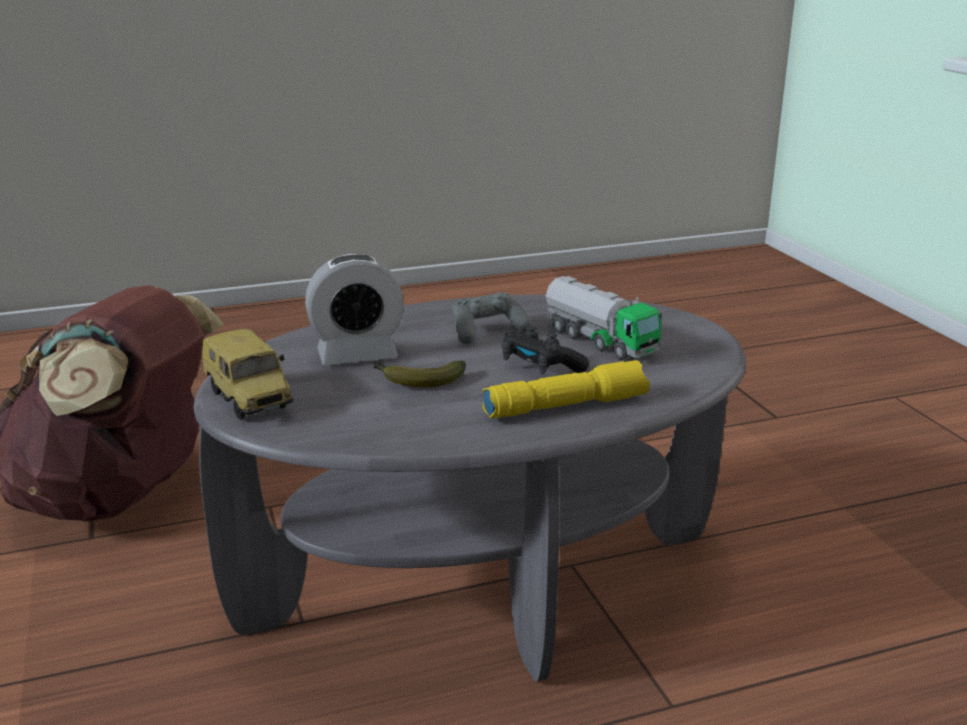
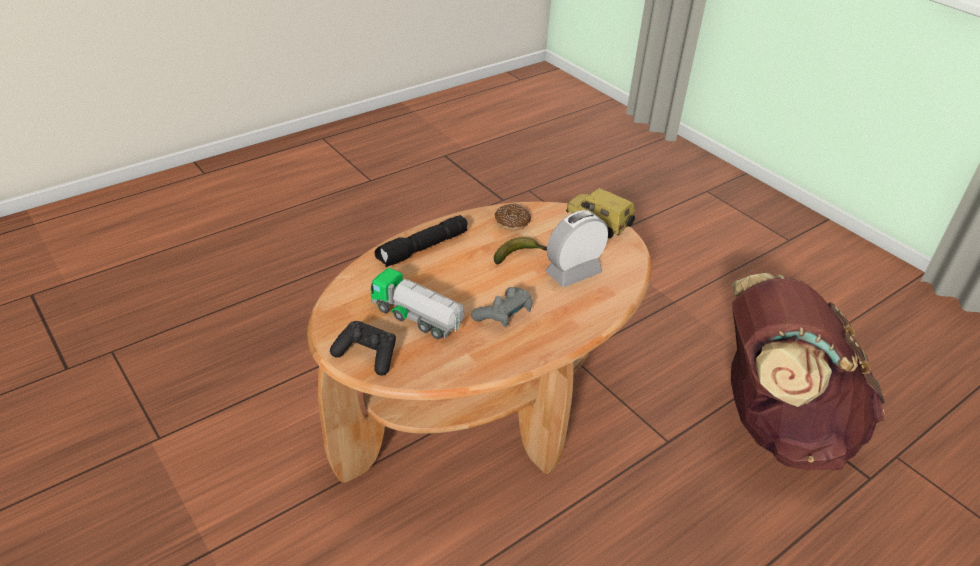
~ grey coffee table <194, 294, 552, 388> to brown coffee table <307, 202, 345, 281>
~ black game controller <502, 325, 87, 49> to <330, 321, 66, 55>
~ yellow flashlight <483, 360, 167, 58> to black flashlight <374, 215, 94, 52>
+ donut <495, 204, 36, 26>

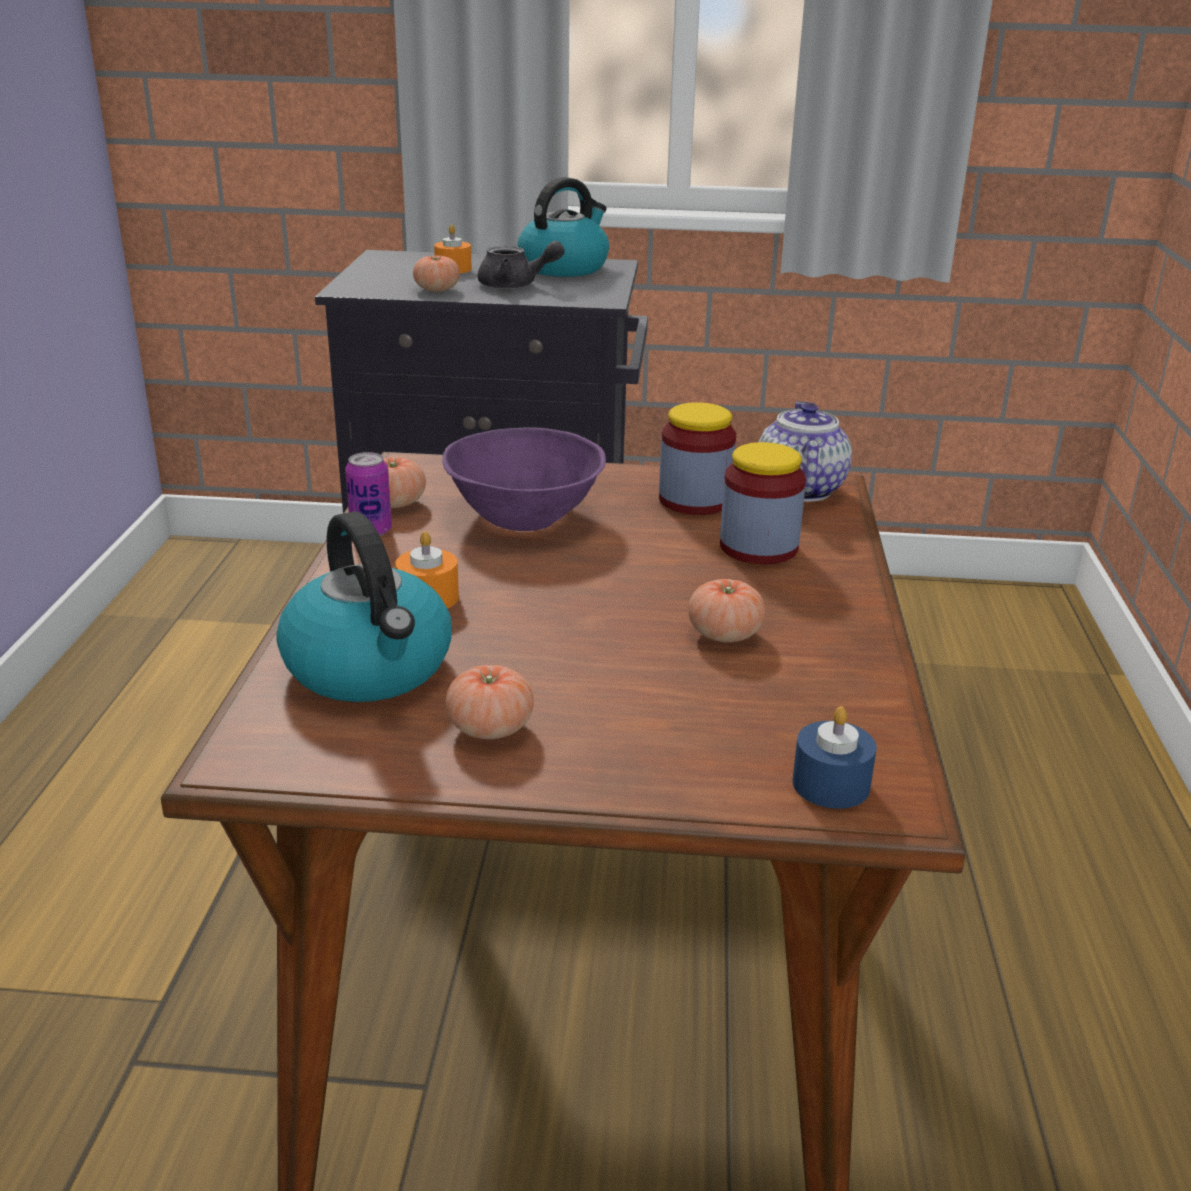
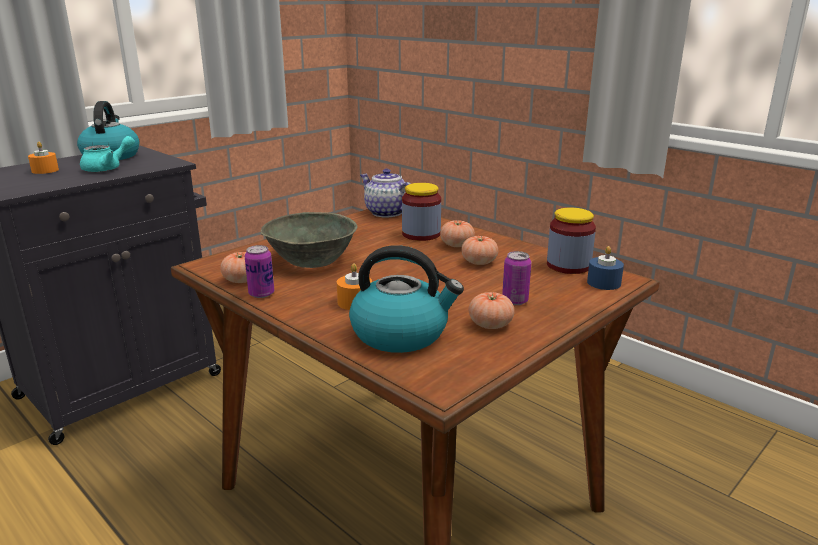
~ grey teapot <478, 241, 87, 48> to turquoise teapot <80, 136, 55, 36>
~ purple bowl <442, 427, 164, 104> to grey bowl <261, 212, 96, 56>
~ tomato <413, 255, 47, 37> to <440, 220, 35, 27>
+ can <502, 251, 29, 54>
~ jar <659, 402, 77, 113> to <547, 208, 49, 66>

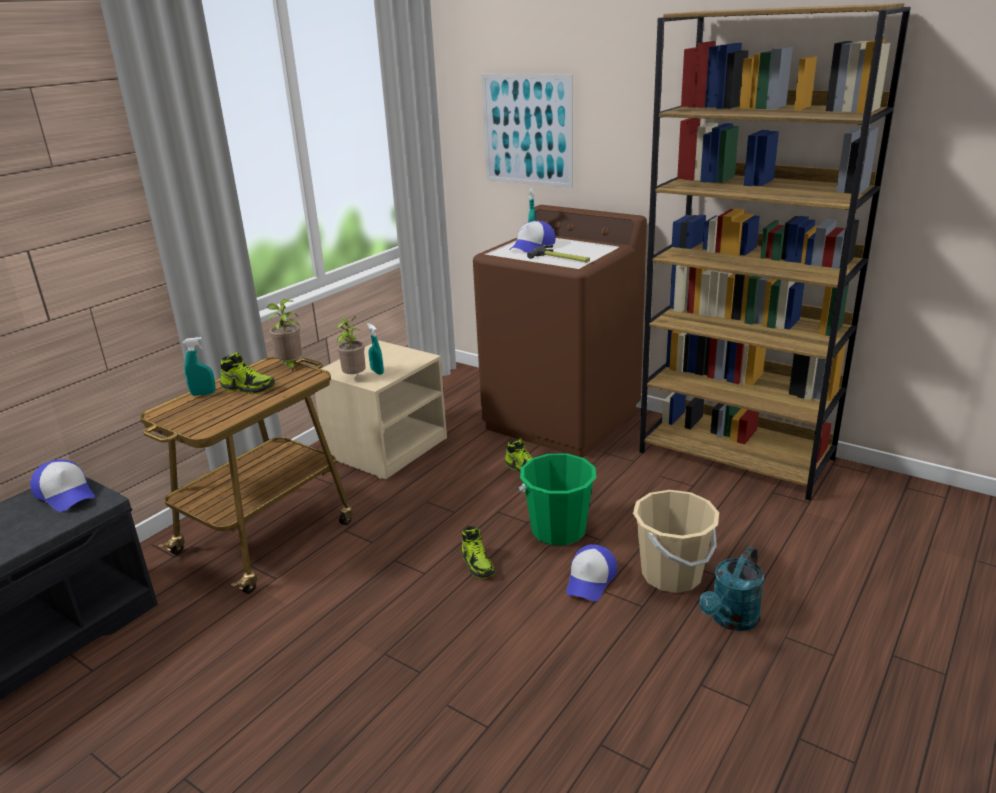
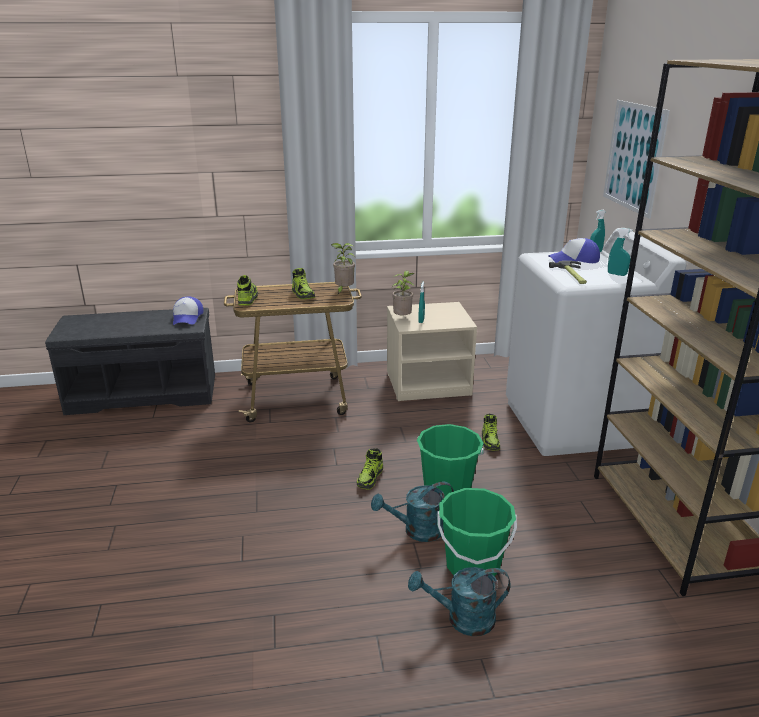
+ shoe <237, 275, 21, 31>
~ cap <567, 544, 50, 57> to turquoise watering can <371, 481, 83, 61>
~ beige bucket <633, 490, 86, 103> to green bucket <437, 488, 80, 89>
~ brown washing machine <473, 205, 174, 252> to white washing machine <506, 228, 180, 228>
~ turquoise spray bottle <183, 337, 33, 59> to <608, 228, 25, 48>

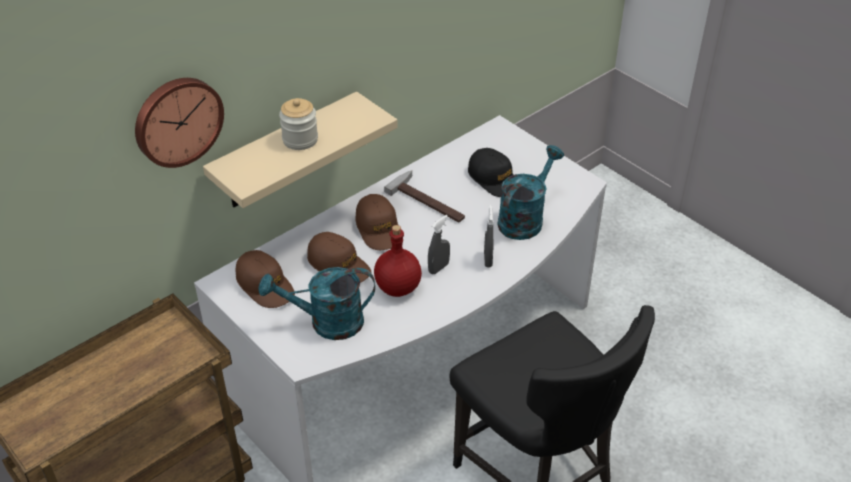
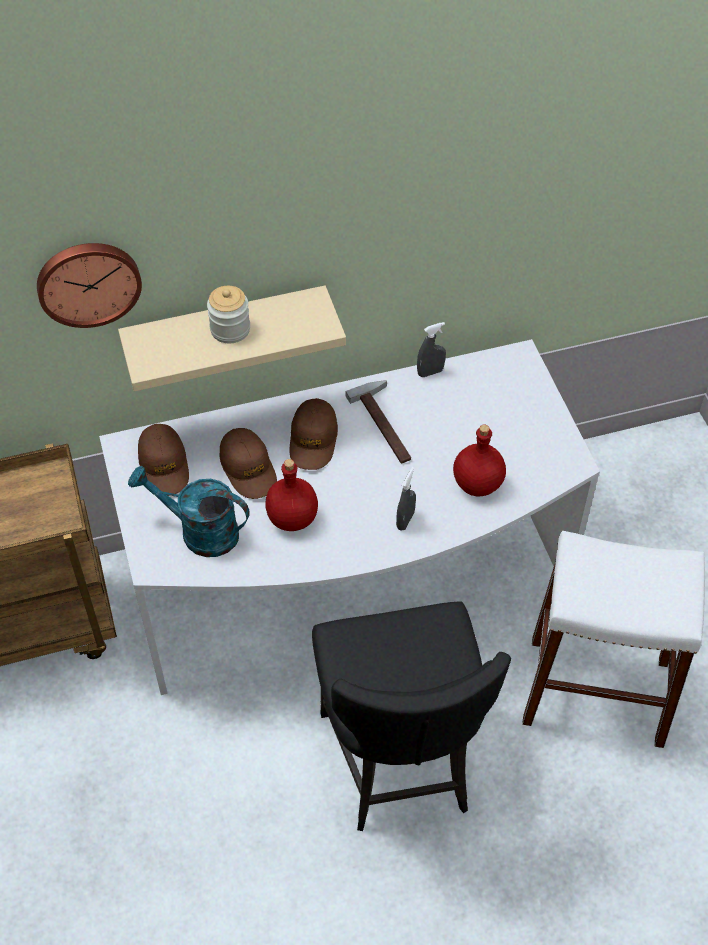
~ grey spray bottle <428, 215, 22, 59> to <417, 322, 29, 55>
~ turquoise watering can <497, 145, 67, 95> to red bottle <453, 425, 53, 71>
+ white stool <522, 531, 183, 217>
- black cap <468, 148, 45, 49>

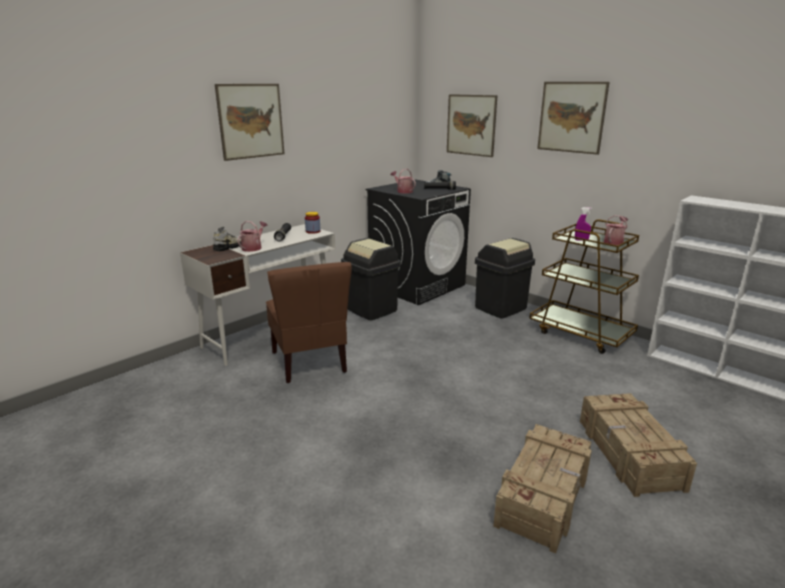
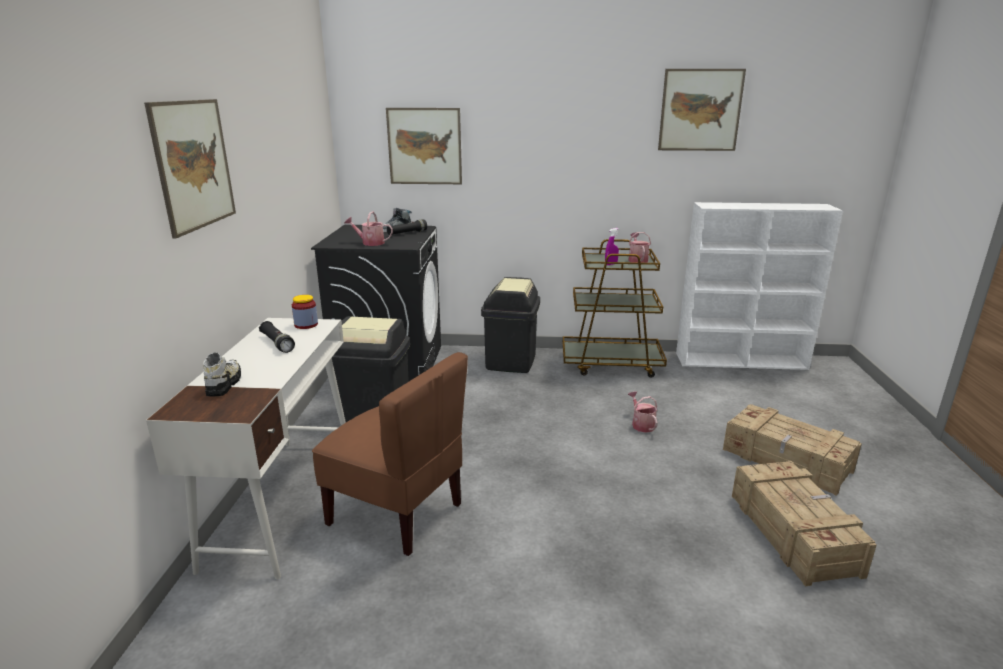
~ watering can <237, 221, 30, 31> to <628, 391, 30, 42>
~ picture <537, 82, 72, 73> to <658, 69, 88, 82>

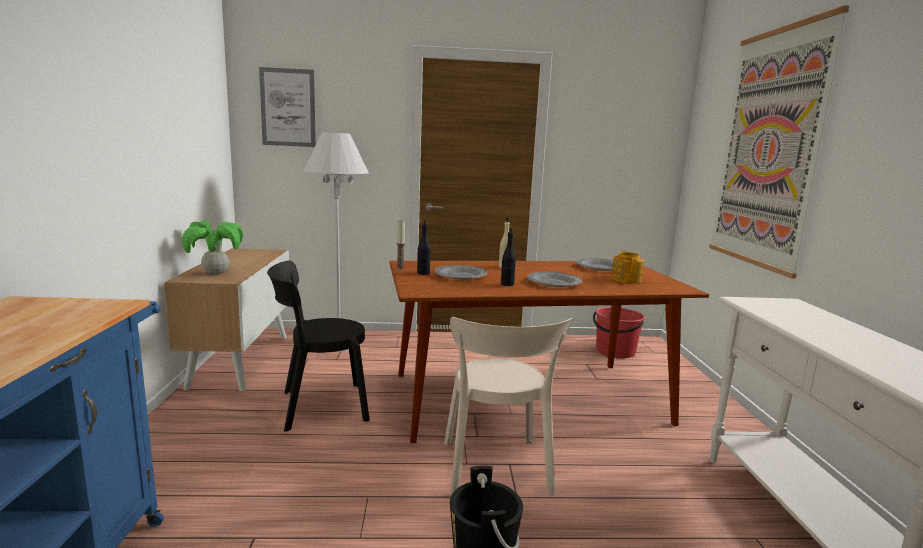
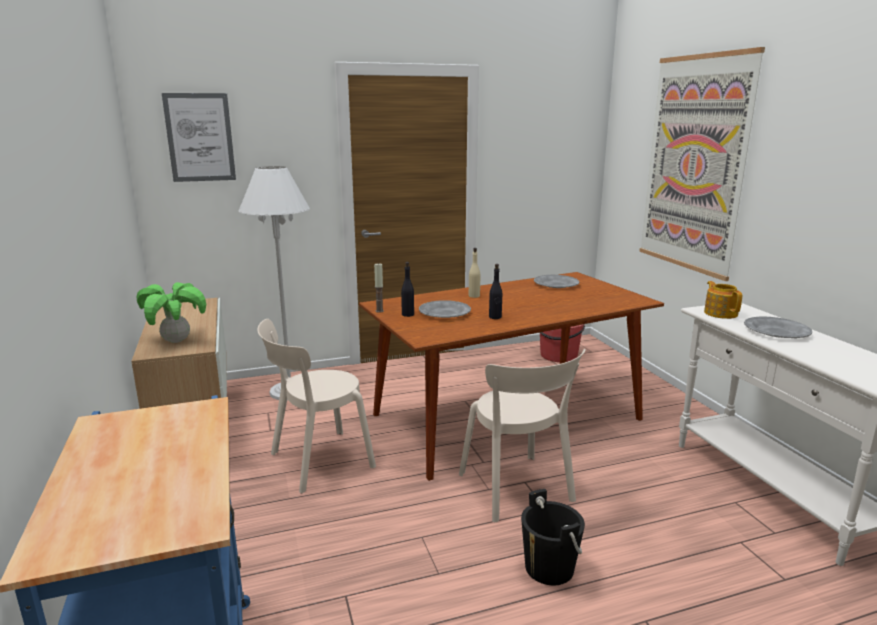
~ black chair <267, 261, 103, 171> to beige chair <257, 319, 119, 174>
~ teapot <611, 250, 33, 33> to <704, 281, 38, 38>
~ grey plate <527, 272, 55, 15> to <744, 317, 68, 21>

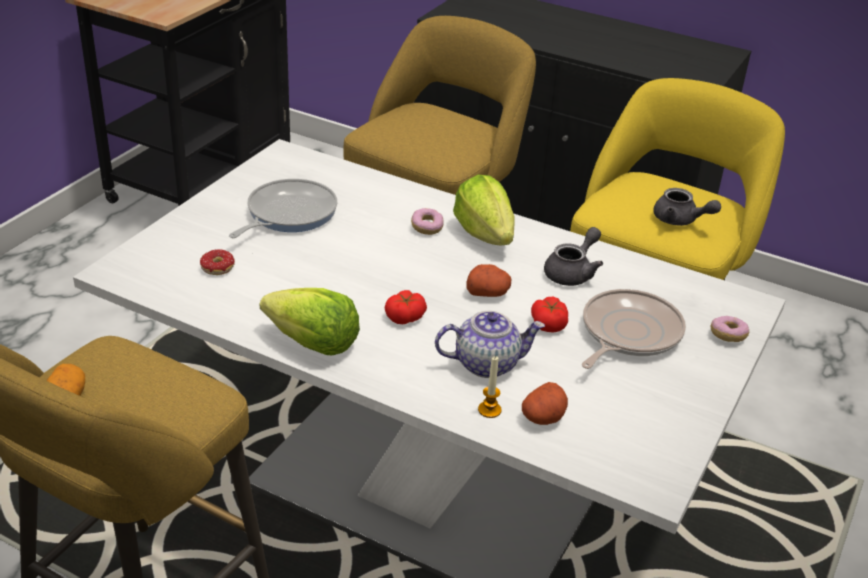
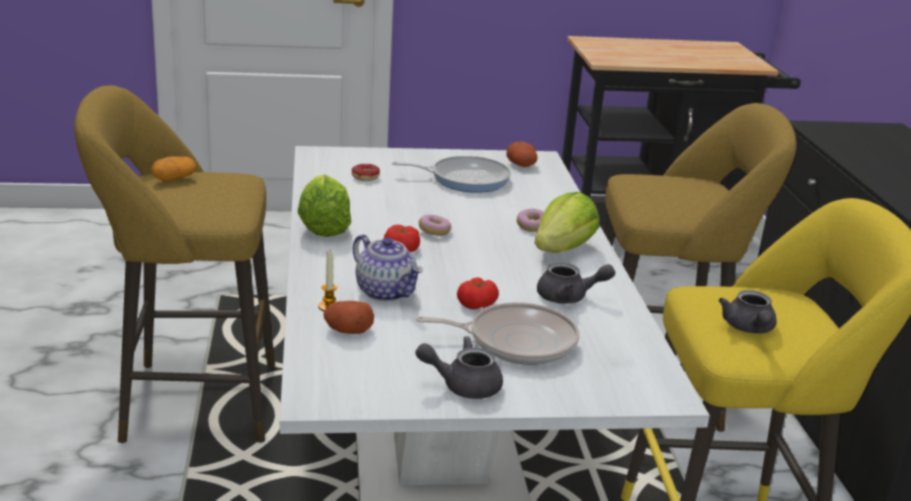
+ grey teapot <415, 336, 88, 63>
~ donut <711, 316, 38, 26> to <419, 215, 32, 21>
~ potato <466, 264, 45, 33> to <506, 141, 32, 26>

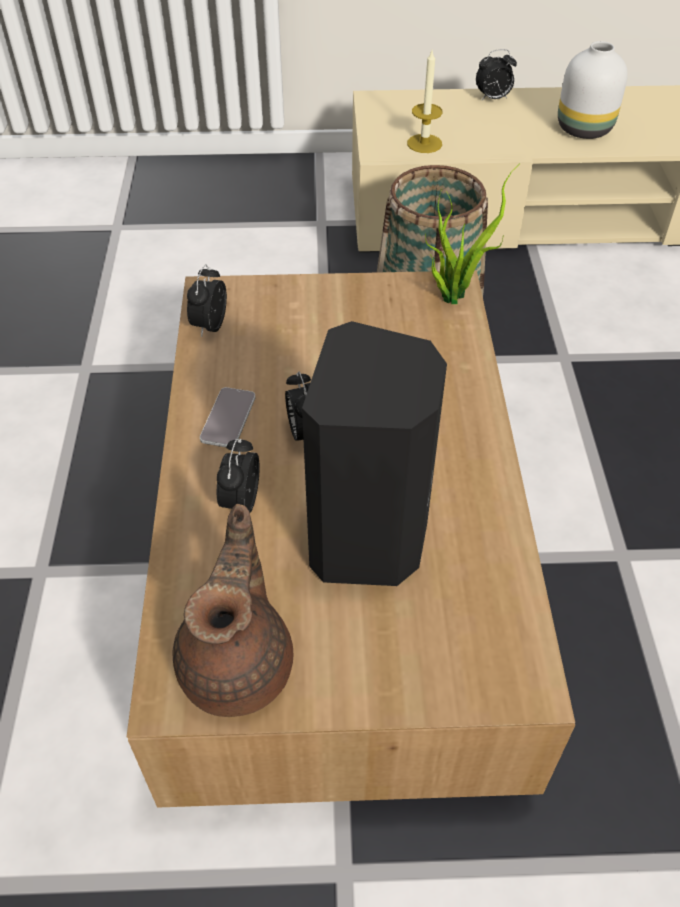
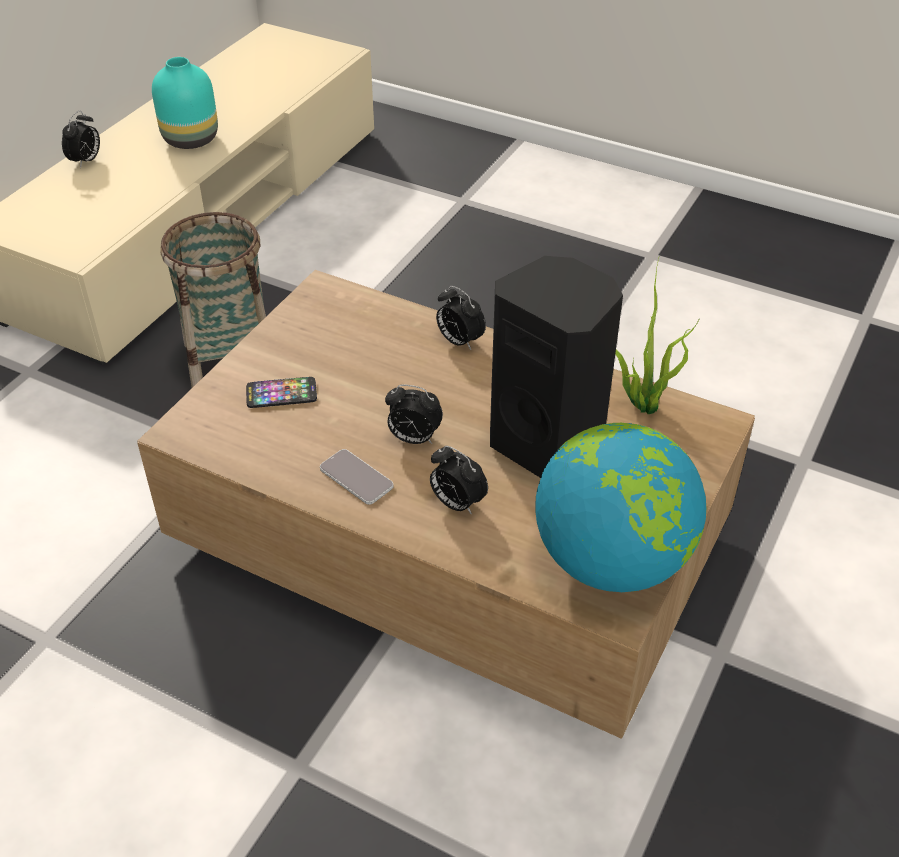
~ white vase <558, 41, 70, 98> to turquoise vase <152, 57, 66, 92>
+ phone <246, 377, 71, 31>
~ alarm clock <187, 264, 40, 73> to <436, 286, 50, 64>
~ brown teapot <173, 504, 120, 213> to globe <535, 423, 171, 169>
~ potted plant <425, 164, 94, 140> to <615, 258, 84, 156>
- candle <407, 51, 36, 102>

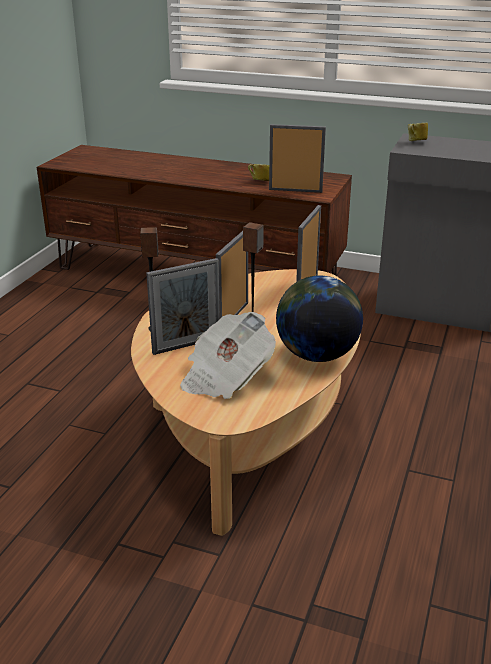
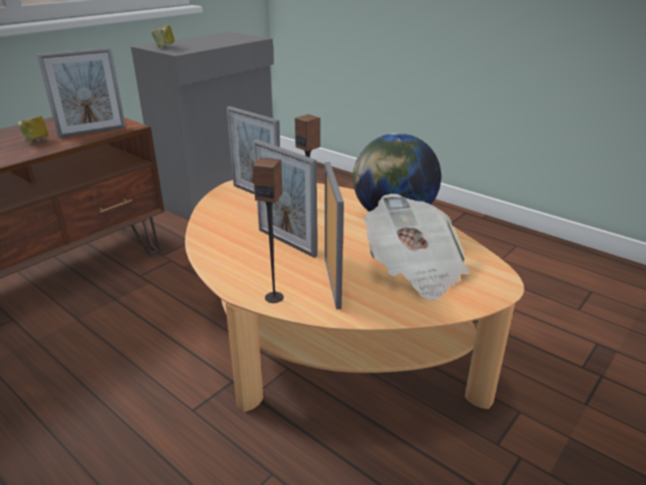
~ picture frame <269, 124, 57, 69> = <37, 48, 89, 90> 150 degrees counterclockwise

